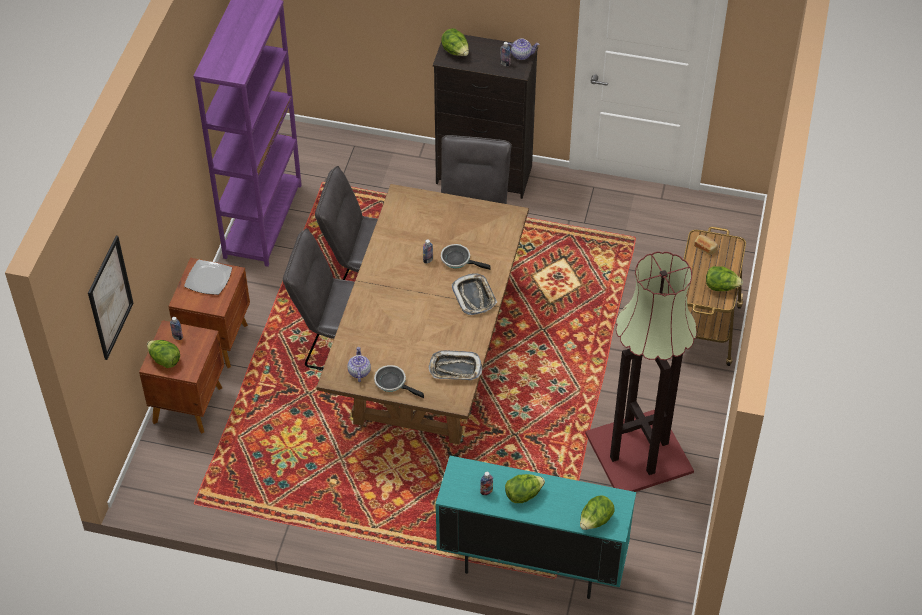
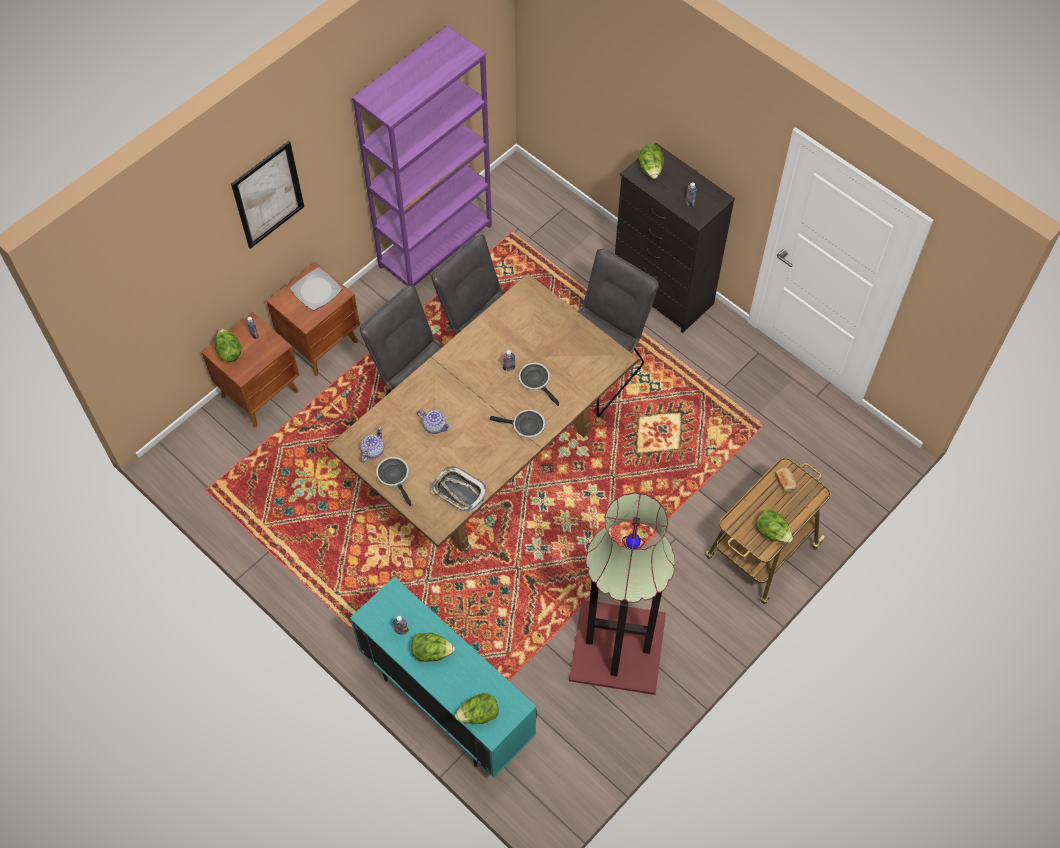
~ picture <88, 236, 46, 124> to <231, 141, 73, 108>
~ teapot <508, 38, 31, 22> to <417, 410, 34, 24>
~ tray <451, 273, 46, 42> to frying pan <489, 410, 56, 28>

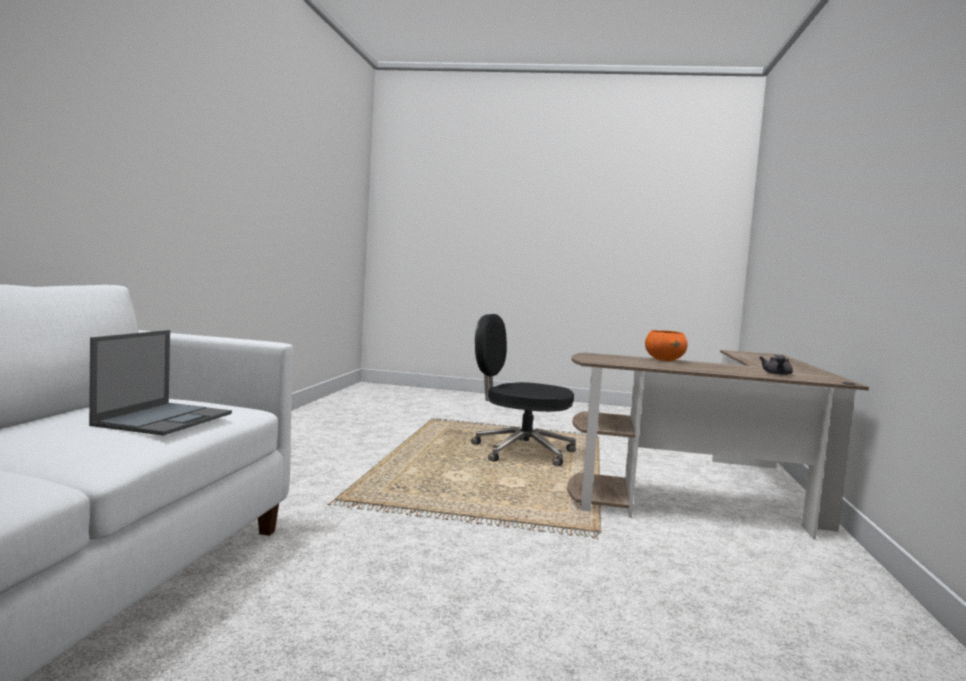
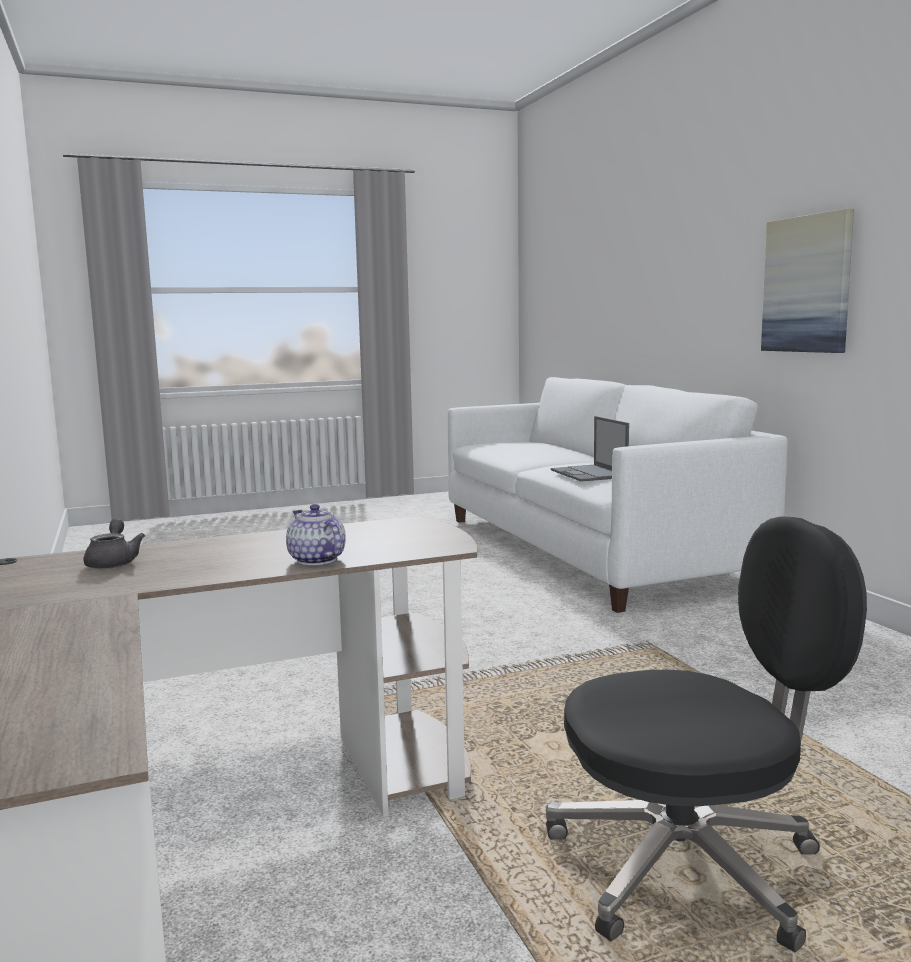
~ orange bowl <645, 330, 42, 31> to teapot <286, 504, 60, 61>
+ picture <761, 208, 93, 145>

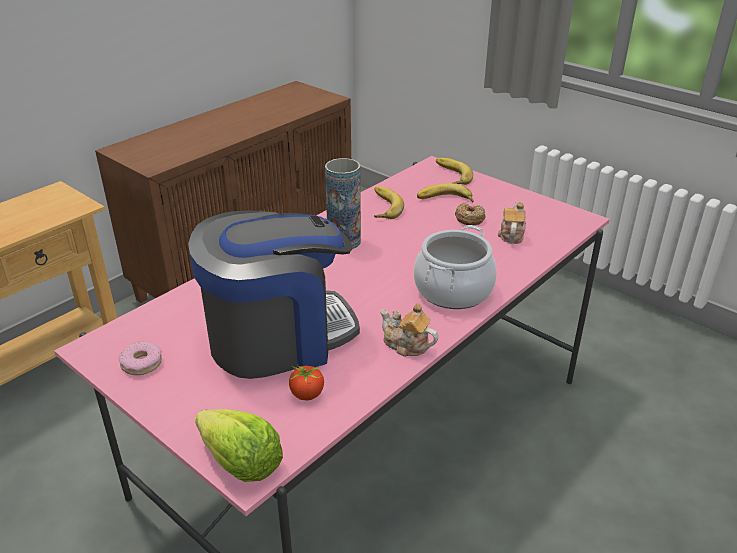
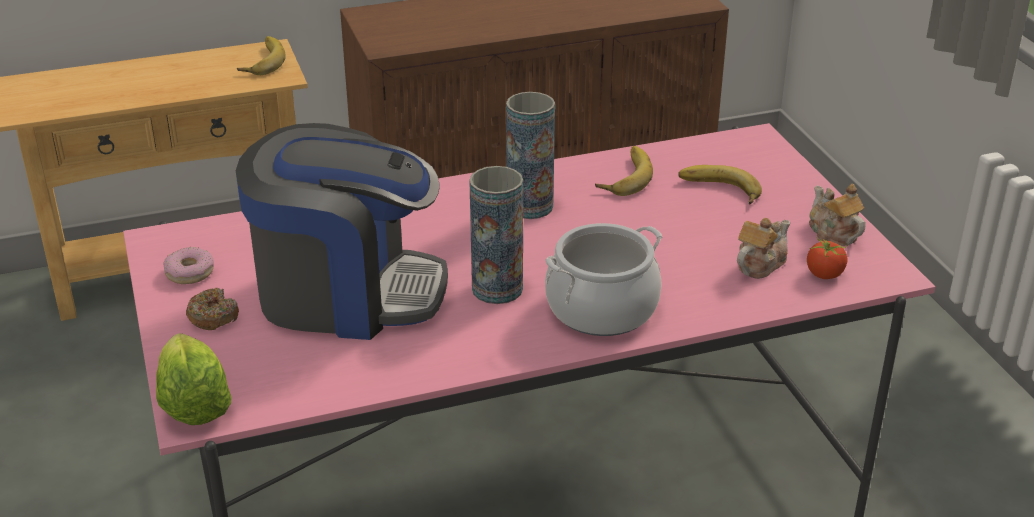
~ donut <455, 202, 30, 23> to <186, 288, 53, 42>
~ banana <436, 158, 37, 27> to <237, 36, 49, 39>
+ vase <469, 166, 54, 138>
~ tomato <289, 365, 35, 35> to <807, 237, 41, 42>
~ teapot <380, 303, 58, 54> to <809, 184, 56, 62>

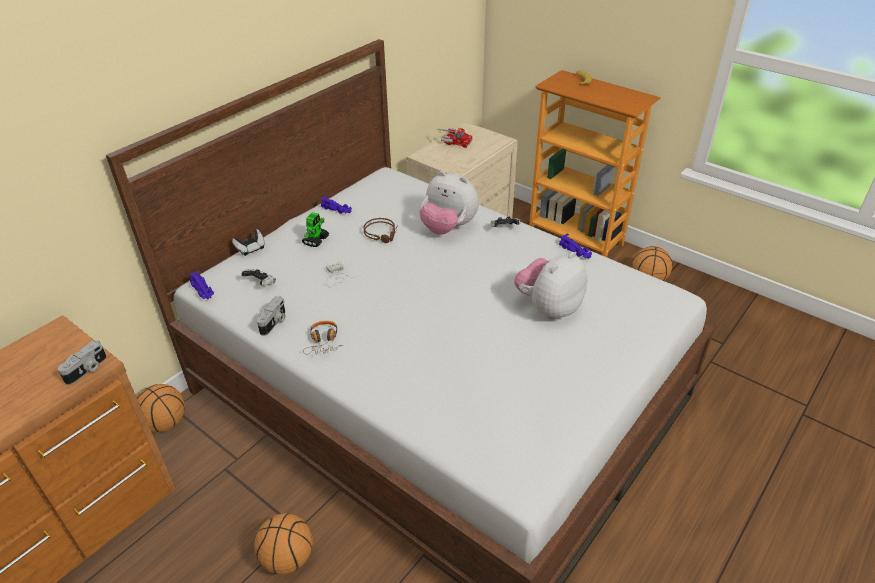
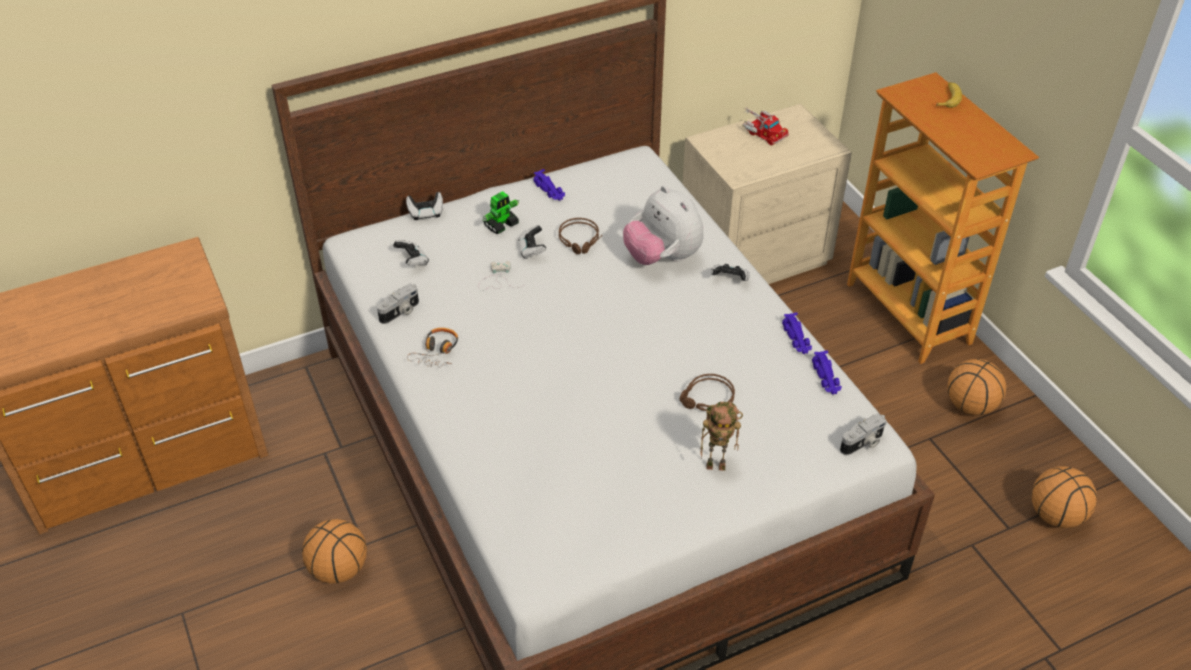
+ game controller <518, 225, 28, 34>
~ plush toy <514, 252, 73, 68> to brown headphones <679, 374, 56, 37>
+ toy robot <700, 402, 43, 69>
~ purple toy car <189, 271, 25, 28> to <812, 351, 30, 44>
~ photo camera <58, 340, 49, 45> to <840, 413, 47, 42>
~ basketball <137, 384, 48, 48> to <1032, 466, 65, 62>

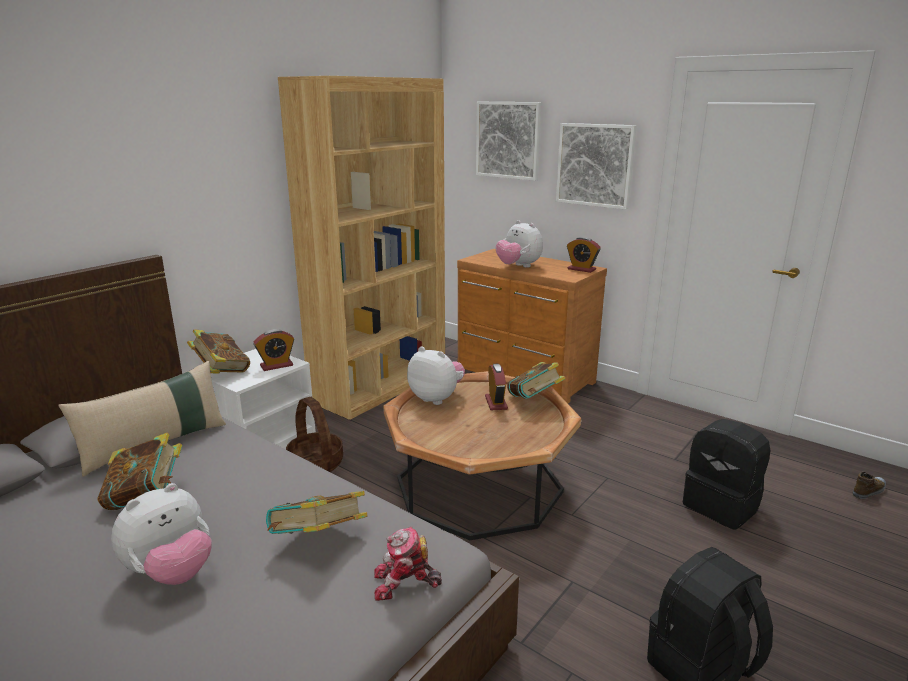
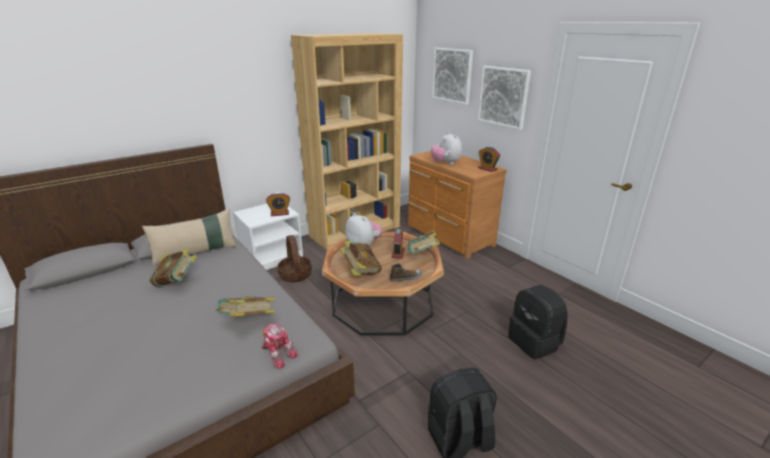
~ toy robot <374, 527, 68, 74> = <261, 323, 38, 46> 150 degrees counterclockwise
~ book <187, 329, 63, 44> to <340, 241, 42, 35>
~ shoe <853, 472, 33, 27> to <390, 263, 32, 19>
- plush toy <111, 483, 101, 102>

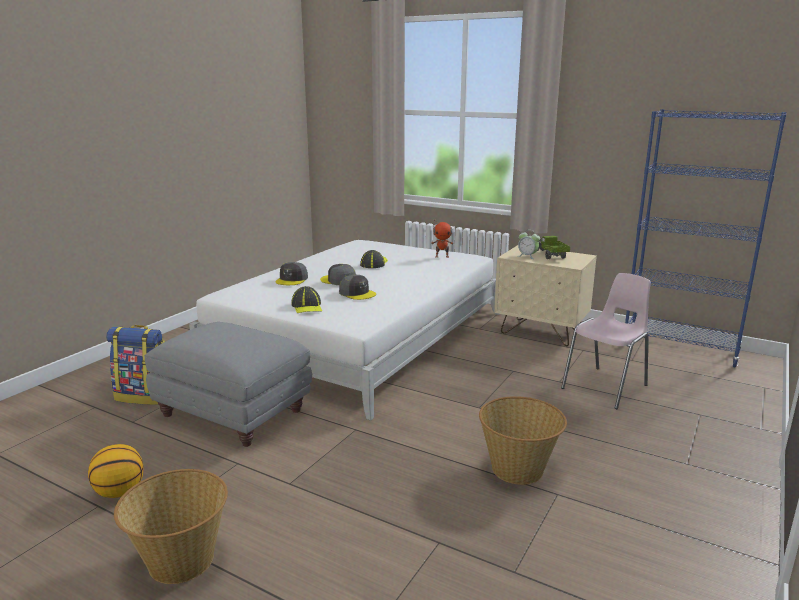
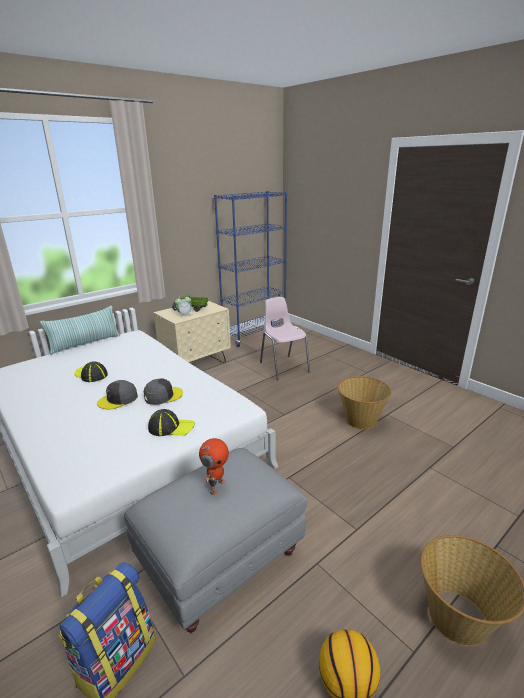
+ pillow <40, 306, 80, 49>
~ toy robot <431, 220, 23, 38> to <199, 438, 30, 57>
- grey cap <275, 262, 33, 23>

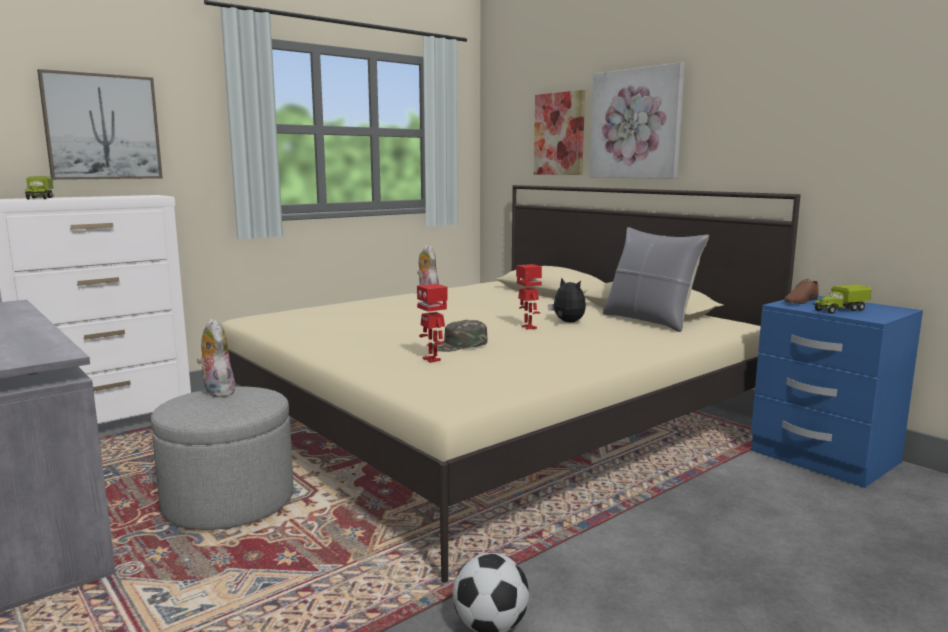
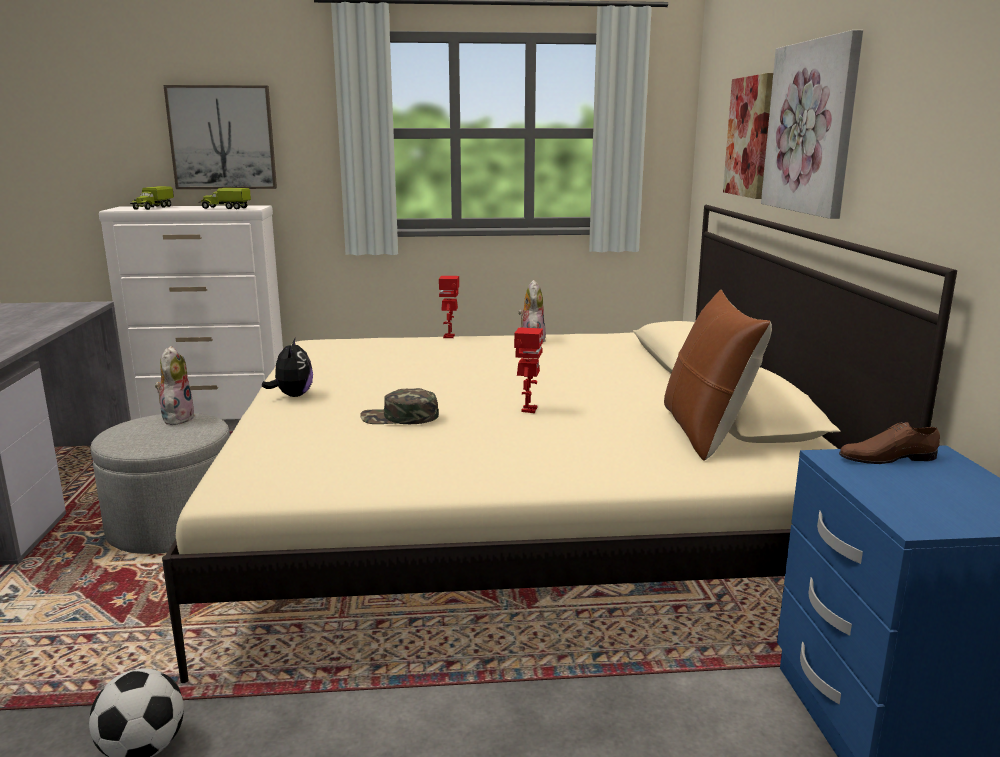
~ toy truck <813, 284, 58, 30> to <199, 188, 52, 21>
~ plush toy <548, 278, 38, 44> to <262, 338, 51, 59>
~ toy robot <417, 284, 31, 79> to <439, 276, 20, 62>
~ grey pillow <603, 227, 106, 105> to brown pillow <664, 289, 108, 172>

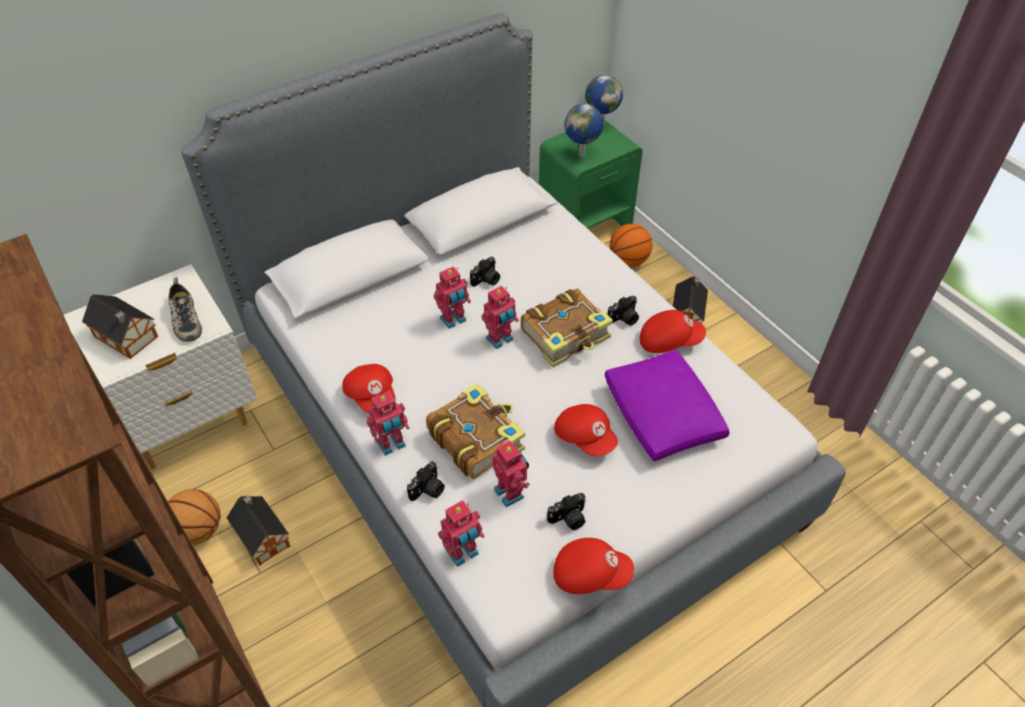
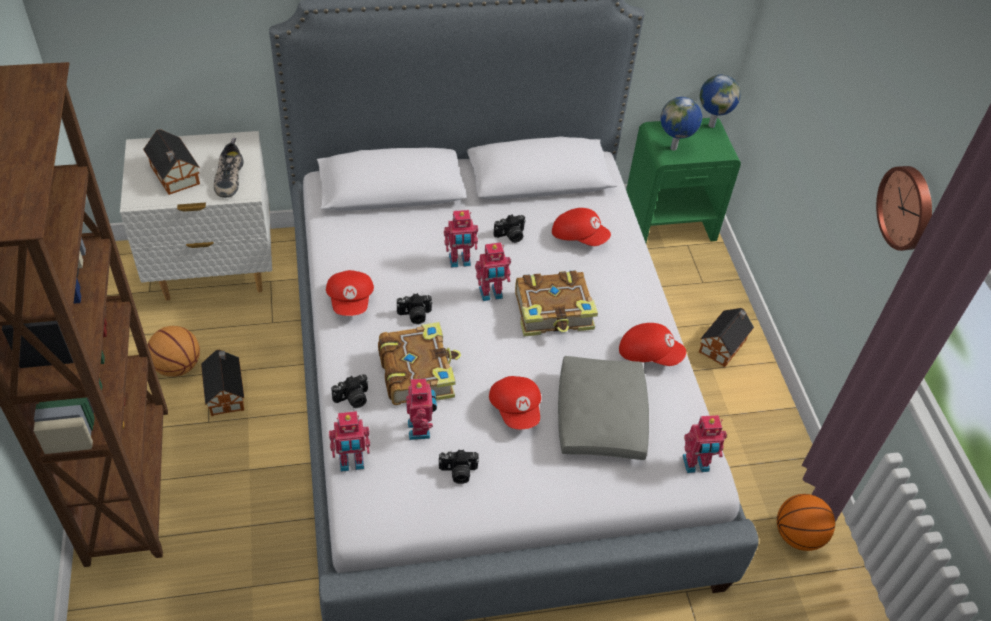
~ photo camera <607, 296, 32, 30> to <397, 293, 35, 31>
~ red cap <553, 538, 81, 56> to <552, 208, 59, 38>
~ purple pillow <605, 350, 125, 112> to grey pillow <558, 356, 91, 104>
~ toy robot <366, 391, 43, 65> to <682, 415, 45, 58>
~ basketball <610, 224, 42, 43> to <777, 494, 58, 57>
+ wall clock <876, 166, 56, 85>

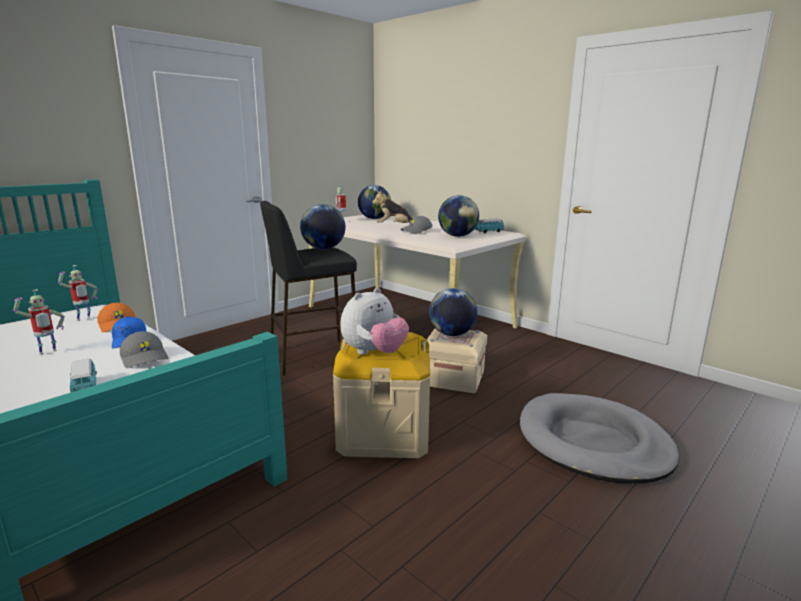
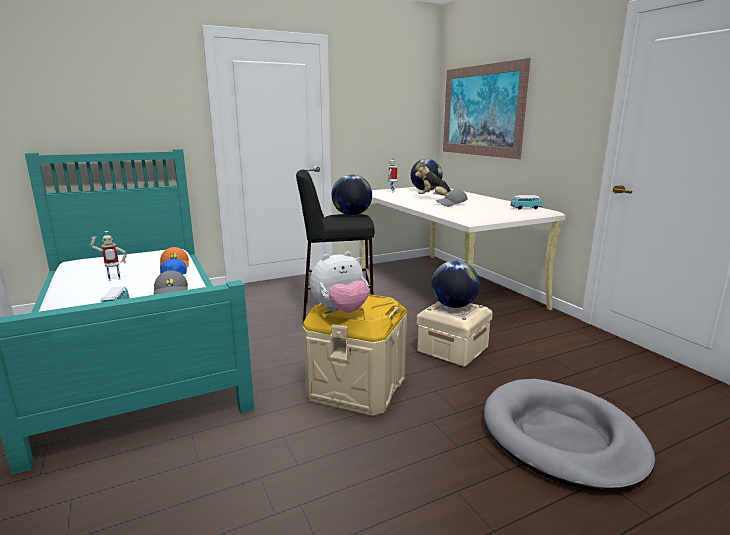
+ picture <443, 58, 88, 101>
- toy robot <58, 265, 40, 56>
- globe <438, 195, 41, 42>

